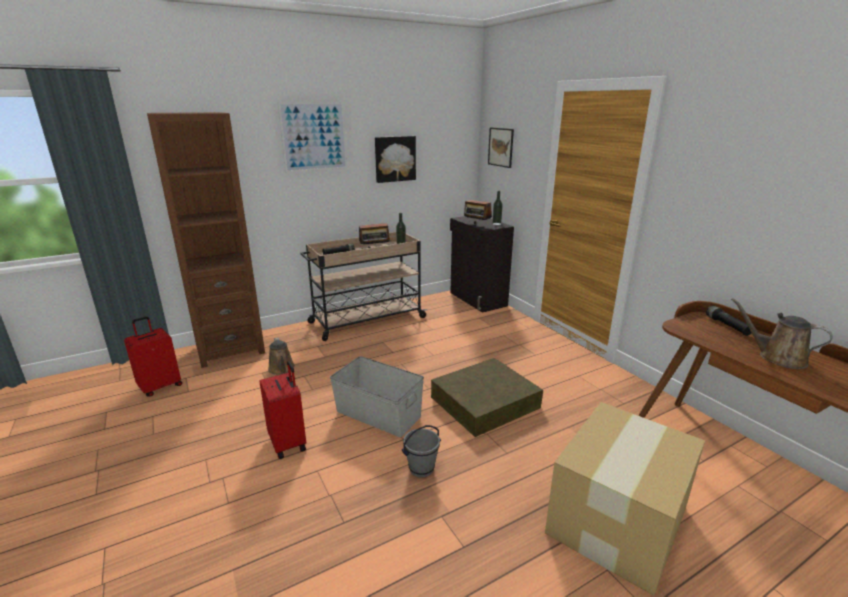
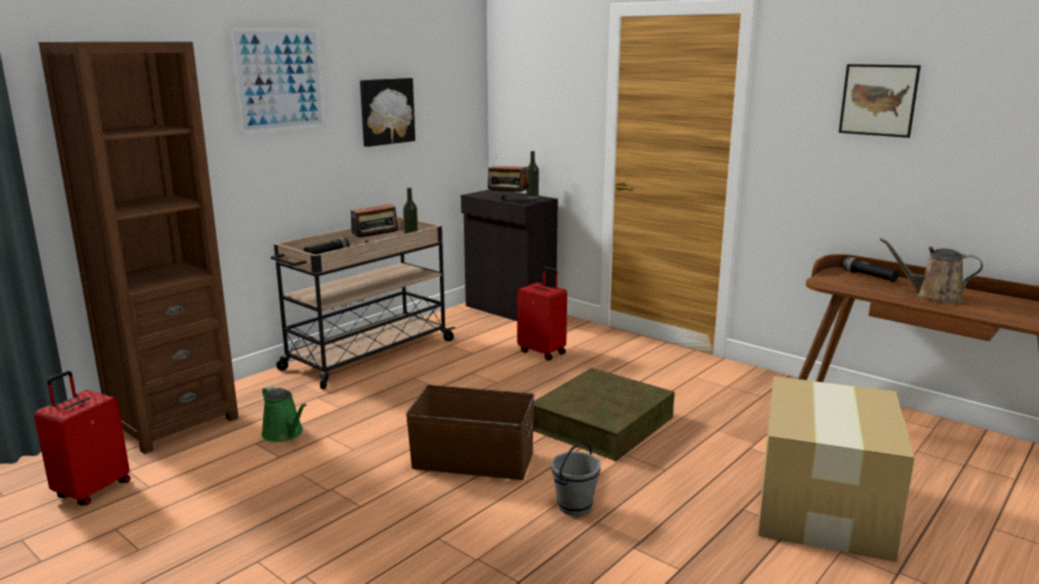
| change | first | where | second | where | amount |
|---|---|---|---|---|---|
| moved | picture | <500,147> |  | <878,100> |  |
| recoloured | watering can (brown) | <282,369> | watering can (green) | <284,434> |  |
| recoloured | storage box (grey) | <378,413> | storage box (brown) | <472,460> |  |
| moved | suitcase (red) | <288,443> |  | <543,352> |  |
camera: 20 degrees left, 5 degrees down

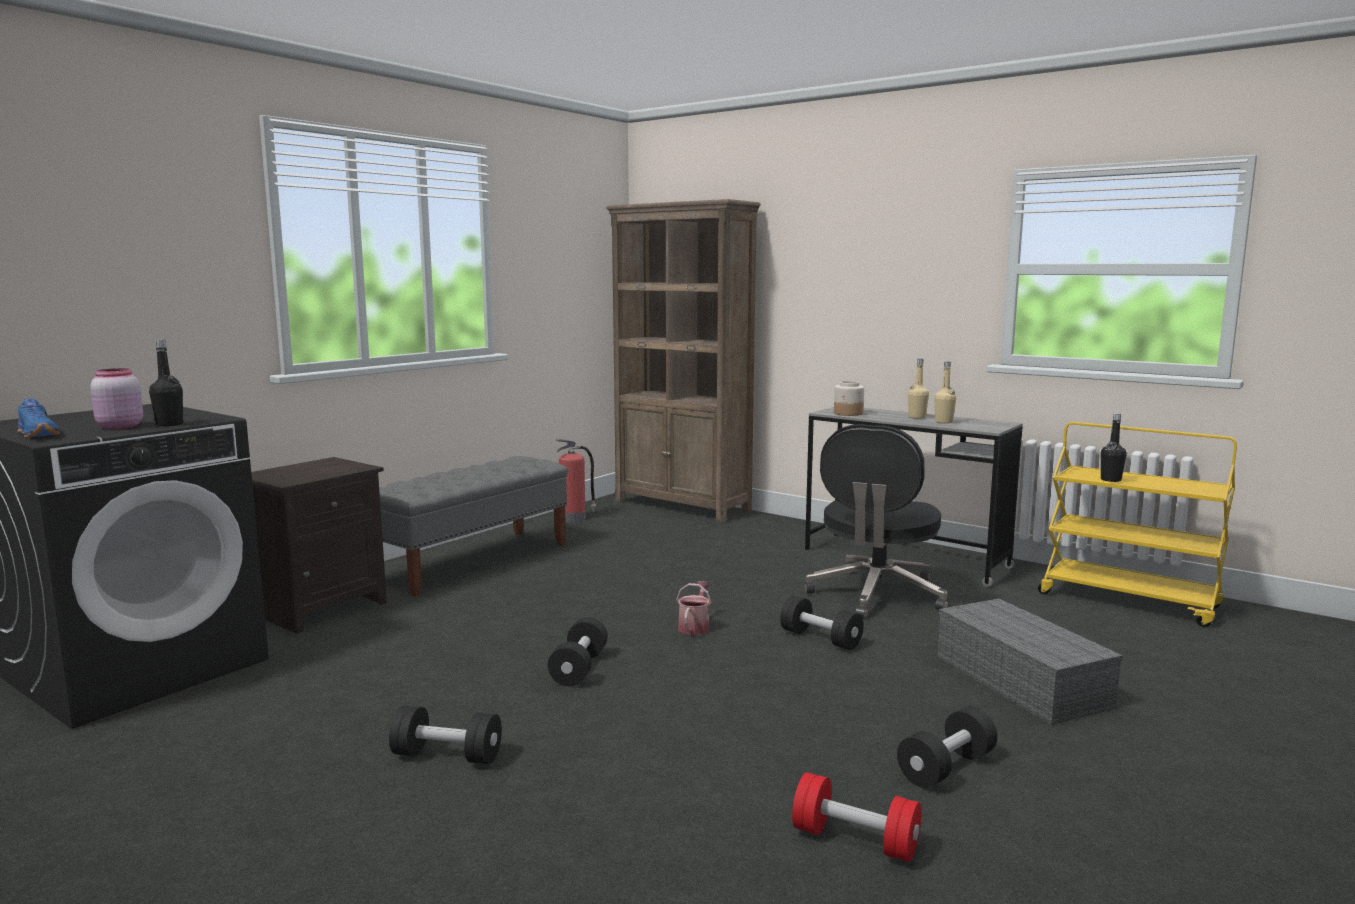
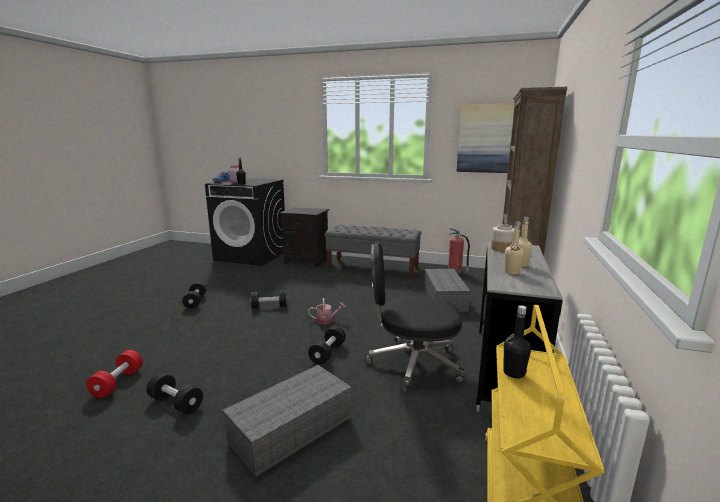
| change | first | where | second | where | amount |
|---|---|---|---|---|---|
| added |  |  | picture | <487,138> |  |
| added |  |  | storage box (grey) | <445,299> |  |
camera: 70 degrees right, 5 degrees up

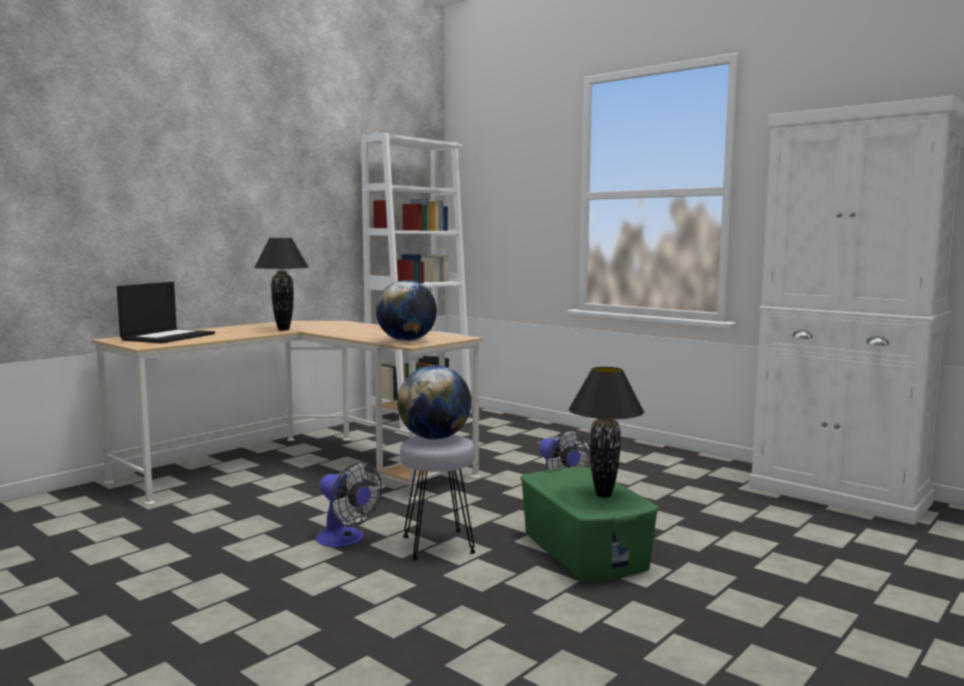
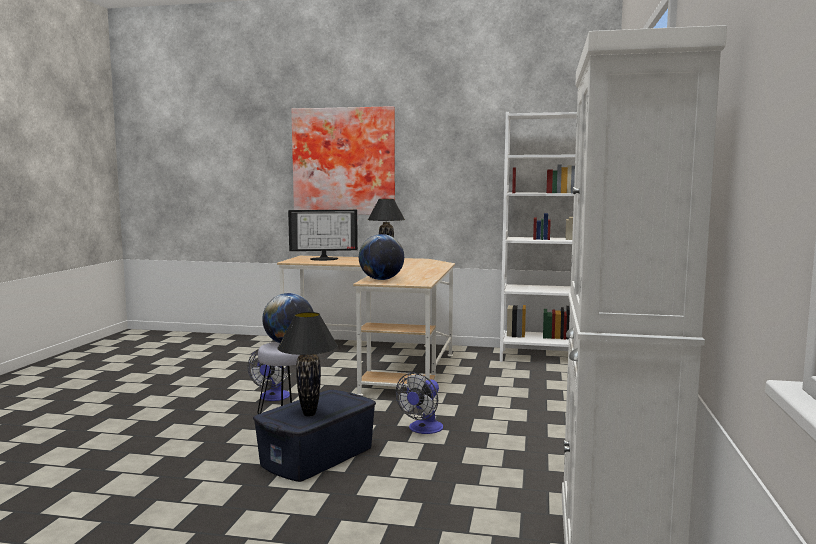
| change | first | where | second | where | amount |
|---|---|---|---|---|---|
| replaced | laptop | <168,337> | monitor | <324,258> |  |
| recoloured | storage box (green) | <584,550> | storage box (blue) | <318,456> |  |
| added |  |  | picture | <344,161> |  |
camera: 60 degrees right, 0 degrees up

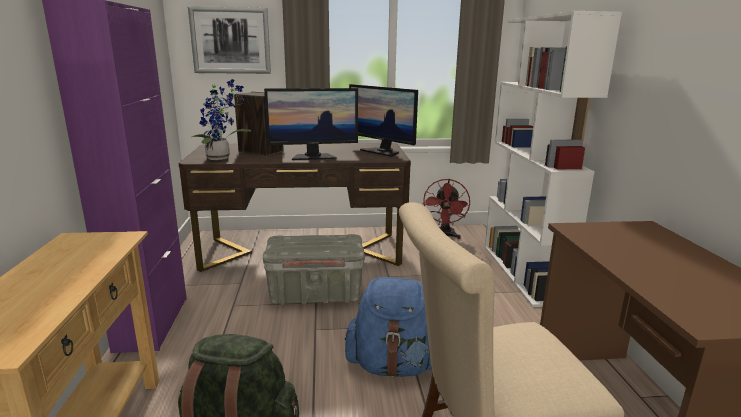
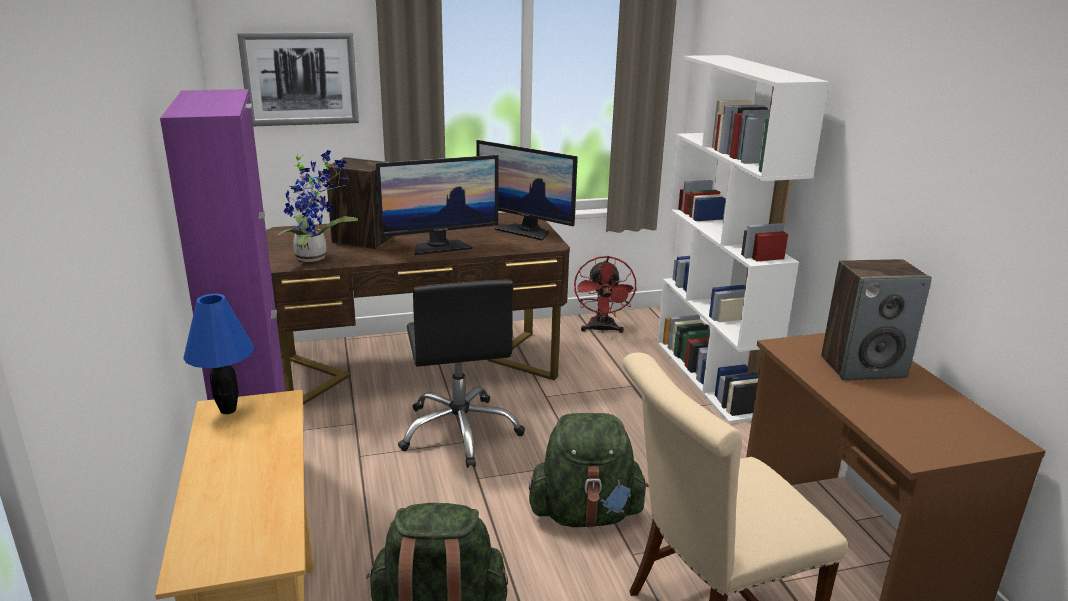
| change | first | where | second | where | amount |
|---|---|---|---|---|---|
| replaced | storage box (grey) | <315,295> | office chair (black) | <460,431> |  |
| recoloured | backpack (blue) | <393,366> | backpack (green) | <586,514> |  |
| added |  |  | speaker | <863,367> |  |
| added |  |  | table lamp (blue) | <229,410> |  |
camera: 10 degrees left, 5 degrees up

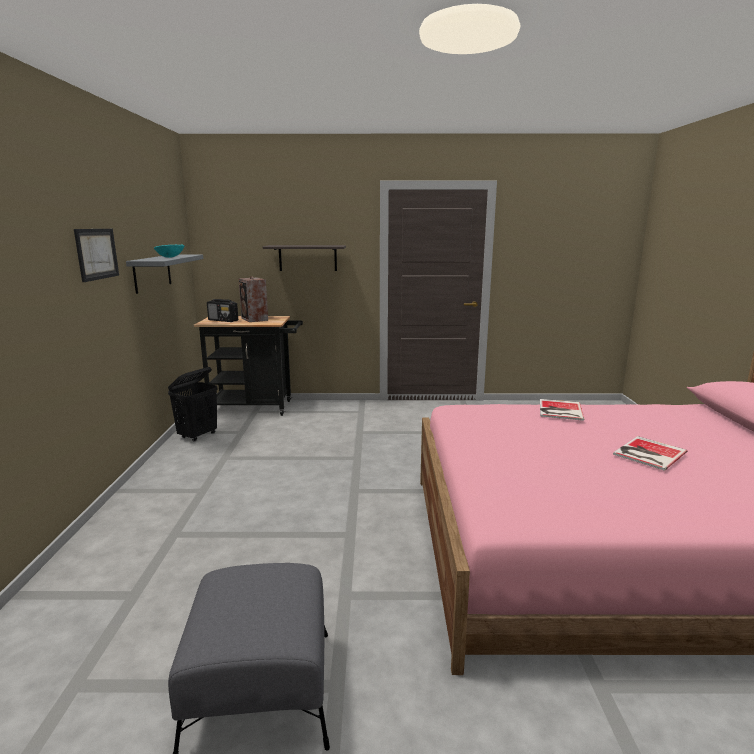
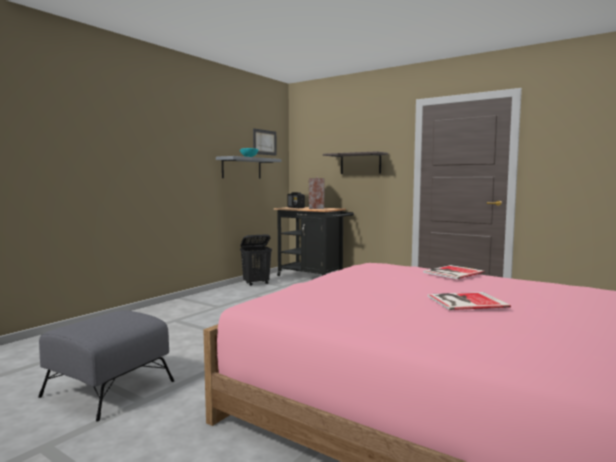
| change | first | where | second | where | amount |
|---|---|---|---|---|---|
| moved | picture | <96,254> |  | <264,142> |  |
camera: 35 degrees right, 10 degrees down

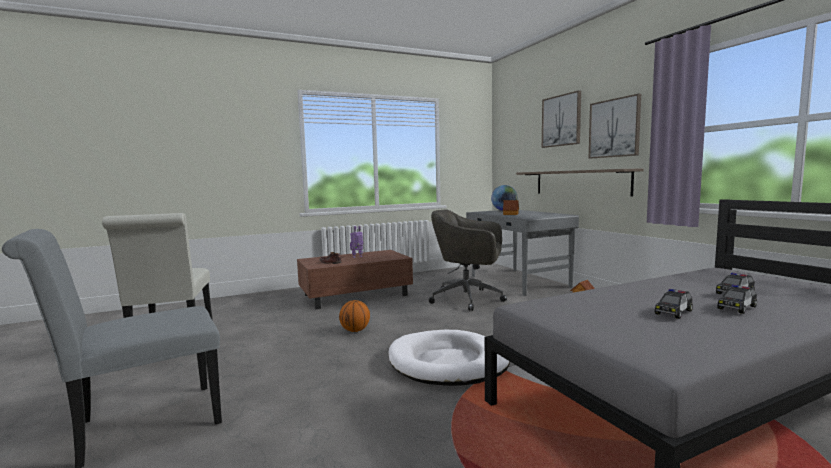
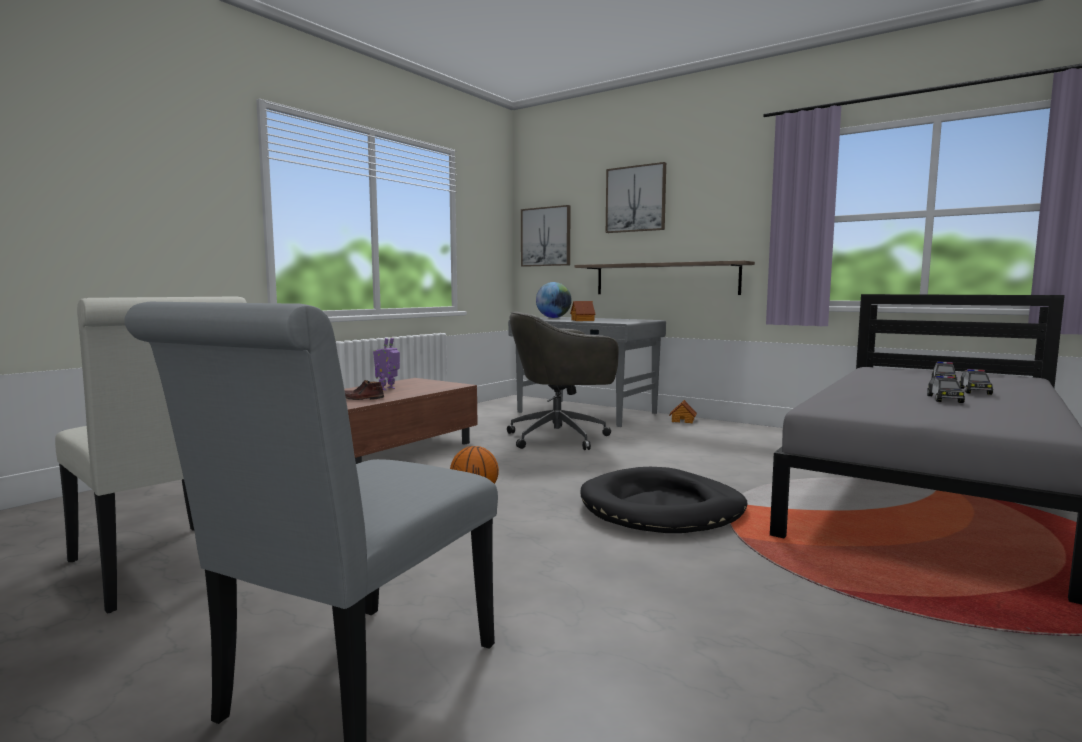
| change | first | where | second | where | amount |
|---|---|---|---|---|---|
| moved | picture | <614,128> |  | <546,236> |  |
| recoloured | dog bed (white) | <447,363> | dog bed (black) | <662,508> |  |
camera: 30 degrees left, 0 degrees up

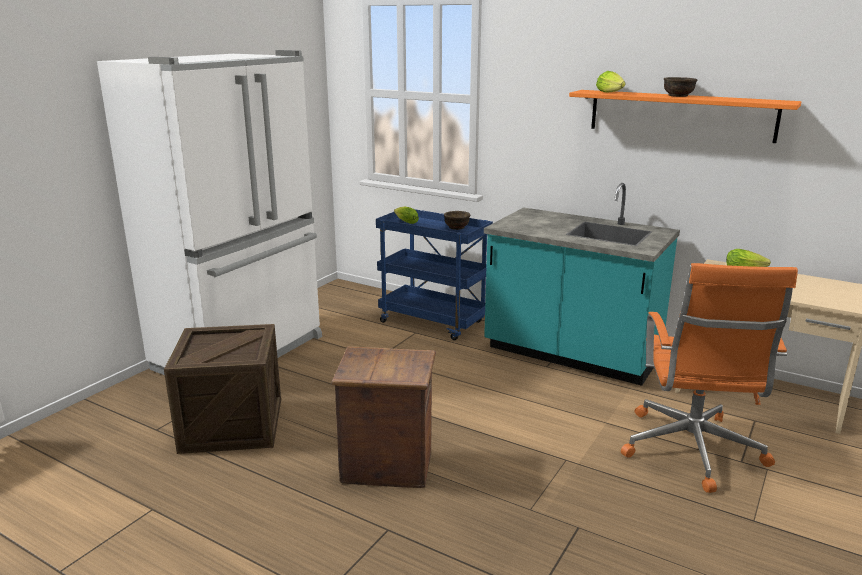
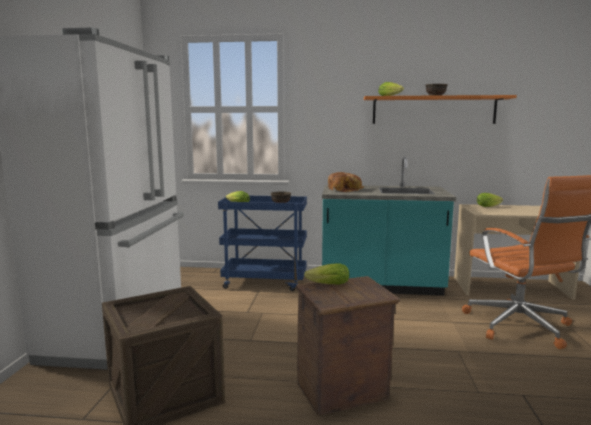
| change | first | where | second | where | amount |
|---|---|---|---|---|---|
| added |  |  | bread | <345,189> |  |
| added |  |  | lettuce | <326,285> |  |
camera: 25 degrees left, 10 degrees down

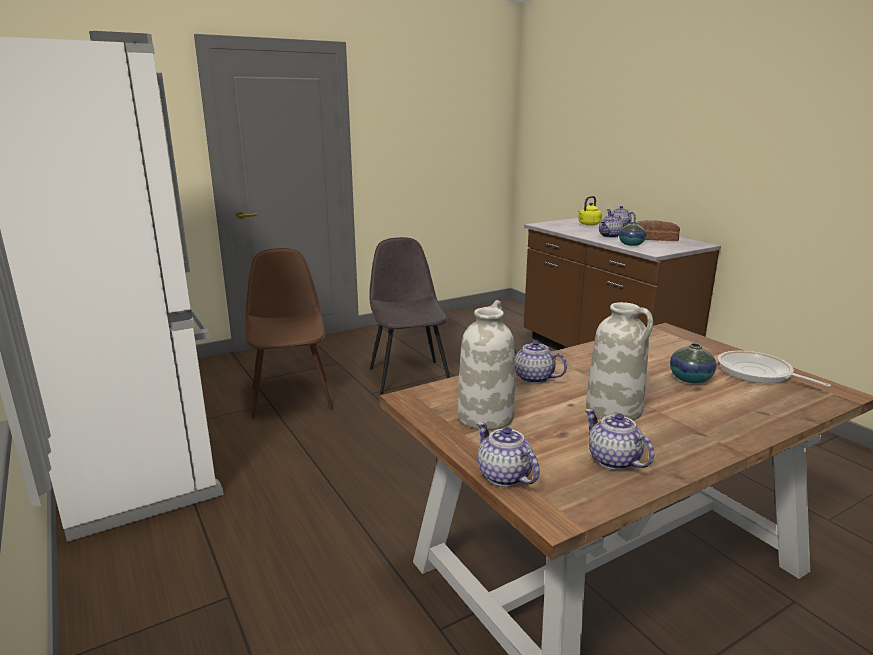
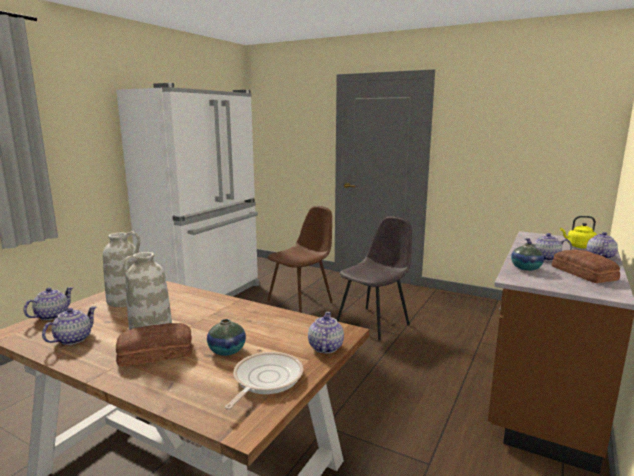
| change | first | where | second | where | amount |
|---|---|---|---|---|---|
| moved | teapot | <533,378> |  | <325,347> |  |
| added |  |  | bread | <155,352> |  |
camera: 60 degrees right, 5 degrees down

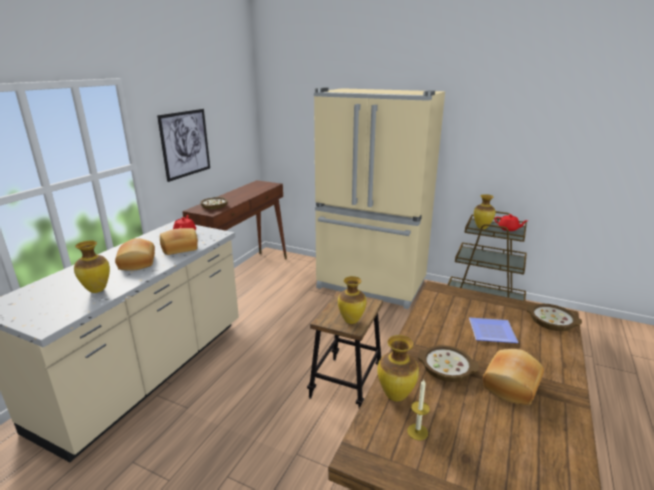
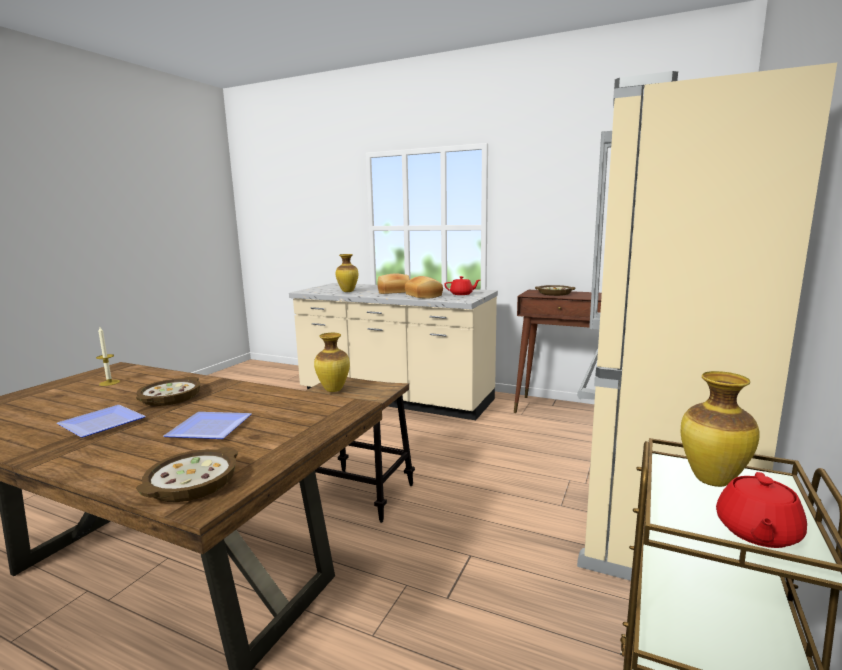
| change | first | where | second | where | amount |
|---|---|---|---|---|---|
| removed | picture | <185,144> |  |  |  |
| removed | vase | <396,395> |  |  |  |
| replaced | bread | <509,384> | plate | <105,423> |  |
camera: 90 degrees right, 10 degrees down

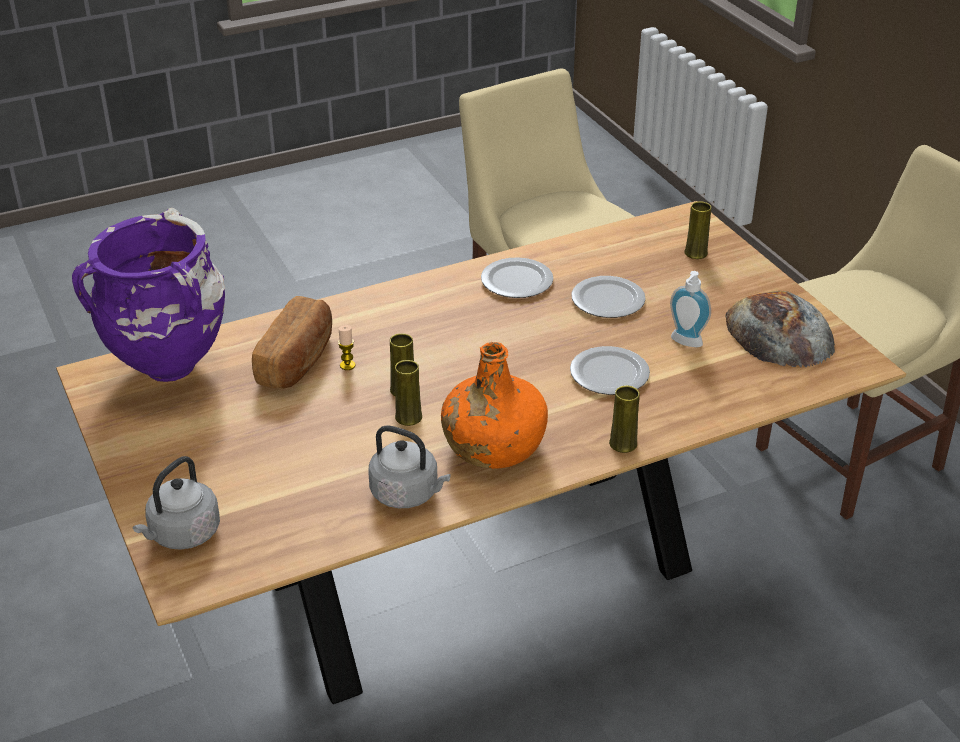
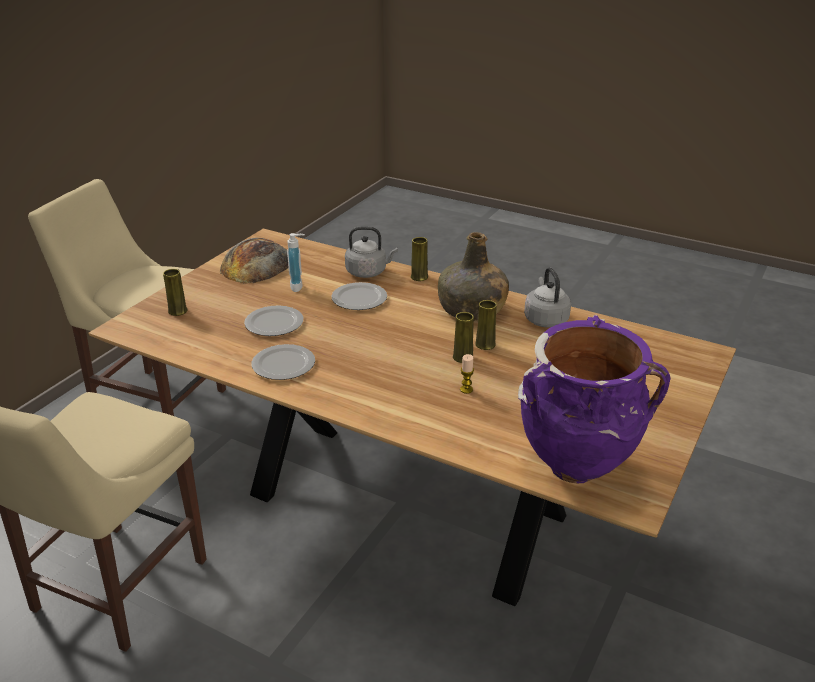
| change | first | where | second | where | amount |
|---|---|---|---|---|---|
| removed | bread | <298,361> |  |  |  |
| recoloured | bottle (orange) | <493,446> | bottle (green) | <471,310> |  |
| moved | kettle (grey) | <182,535> |  | <368,272> |  |
camera: 125 degrees left, 5 degrees down

